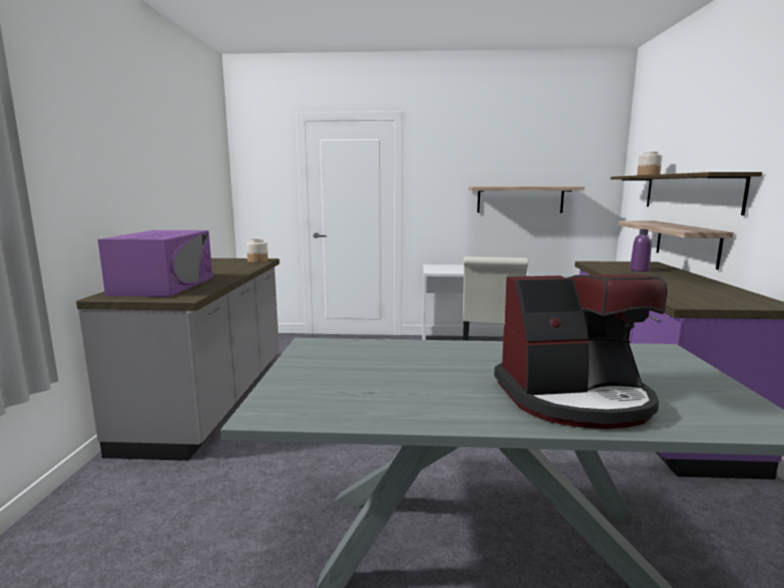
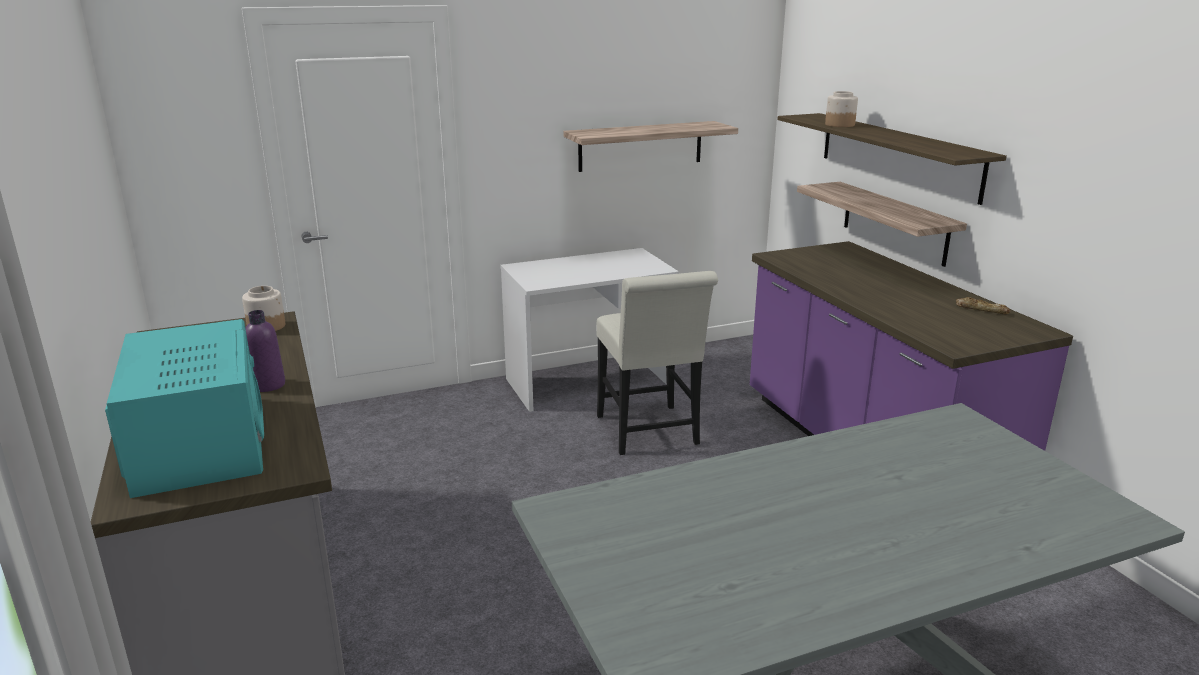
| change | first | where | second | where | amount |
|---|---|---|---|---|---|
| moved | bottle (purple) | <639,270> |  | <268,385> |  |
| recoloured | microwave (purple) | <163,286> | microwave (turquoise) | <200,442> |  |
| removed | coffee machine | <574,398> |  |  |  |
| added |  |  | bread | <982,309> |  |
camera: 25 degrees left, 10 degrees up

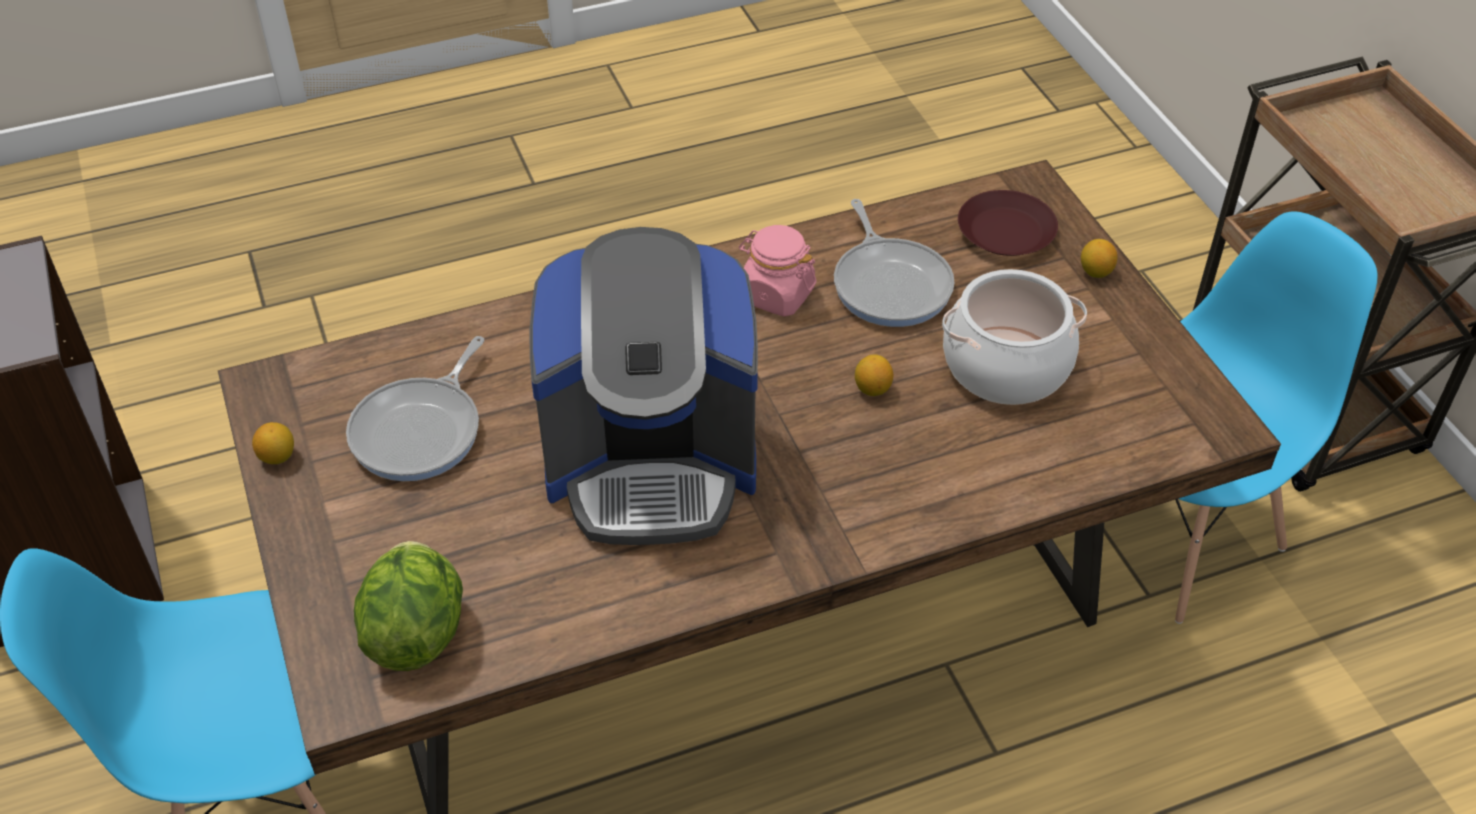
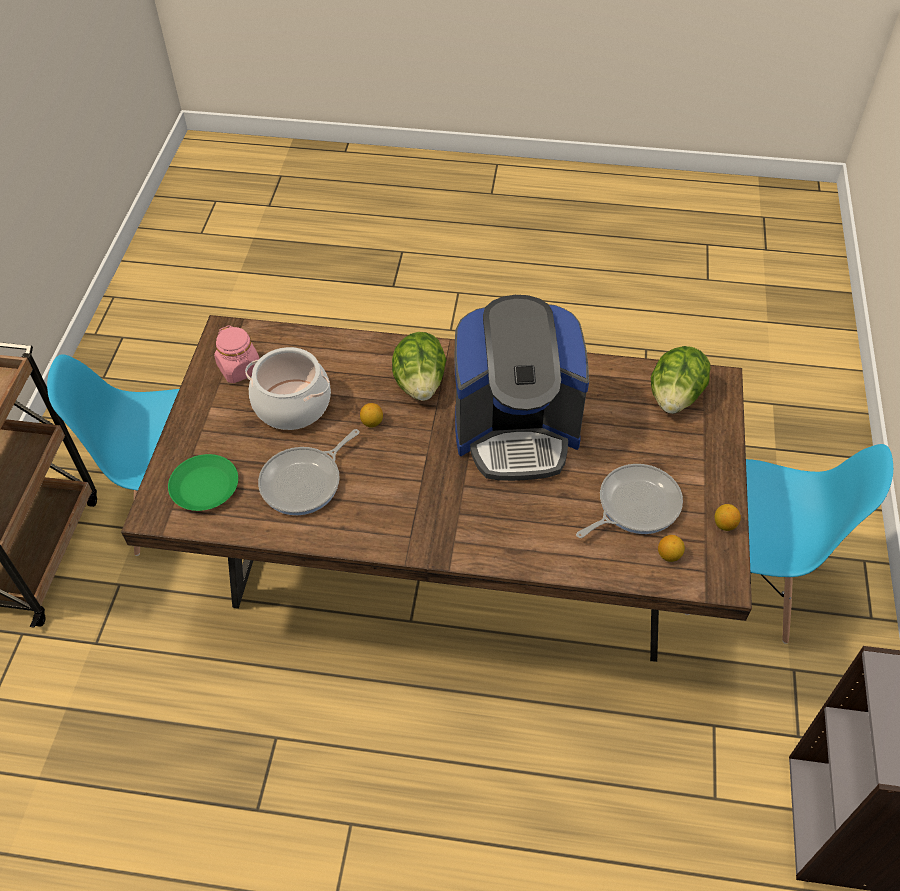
| change | first | where | second | where | amount |
|---|---|---|---|---|---|
| recoloured | plate (brown) | <1005,232> | plate (green) | <205,487> |  |
| turned | frying pan | <890,284> |  | <305,482> | 150 degrees counterclockwise |
| moved | jar (pink) | <776,295> |  | <240,368> |  |
| turned | coffee machine | <652,463> |  | <516,431> | 150 degrees clockwise |
| moved | lemon | <1095,272> |  | <669,555> |  |
| added |  |  | lettuce | <420,384> |  |
camera: 150 degrees left, 5 degrees up

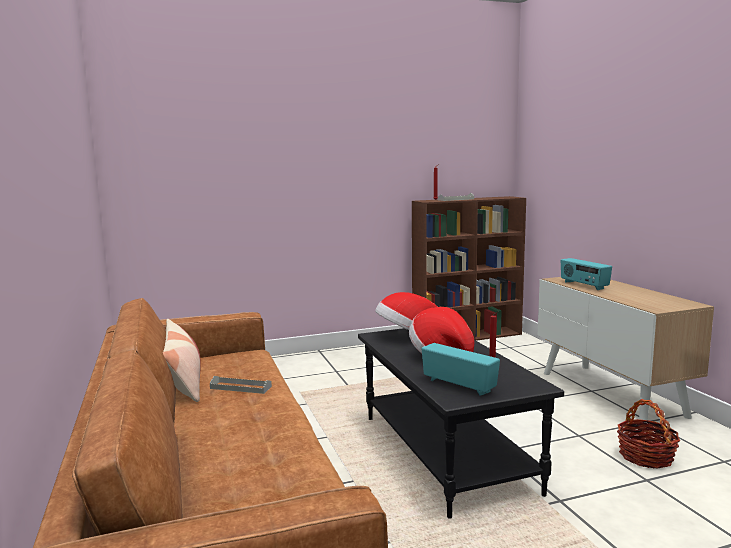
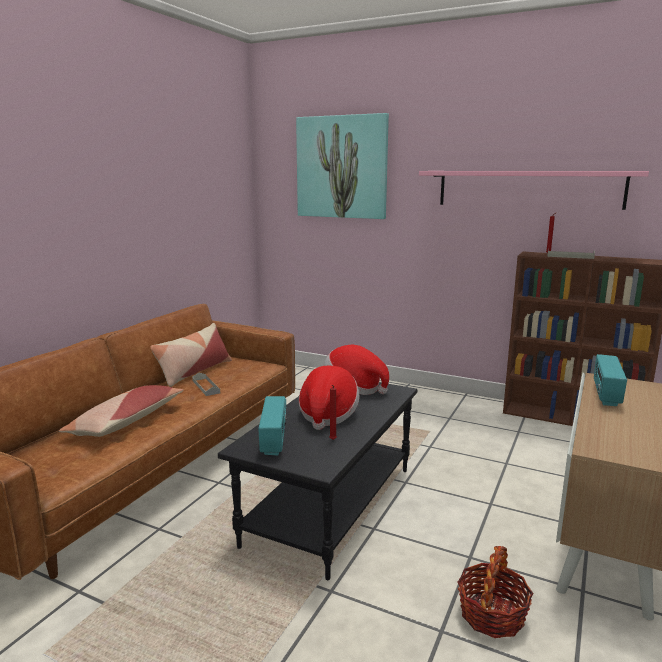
| change | first | where | second | where | amount |
|---|---|---|---|---|---|
| added |  |  | picture | <342,167> |  |
| added |  |  | shelf (pink) | <528,189> |  |
| added |  |  | pillow | <126,422> |  |
camera: 45 degrees right, 5 degrees up

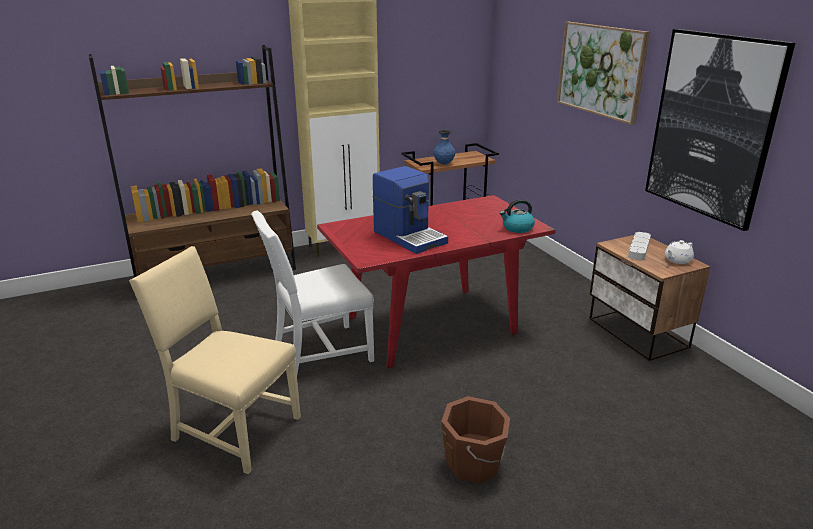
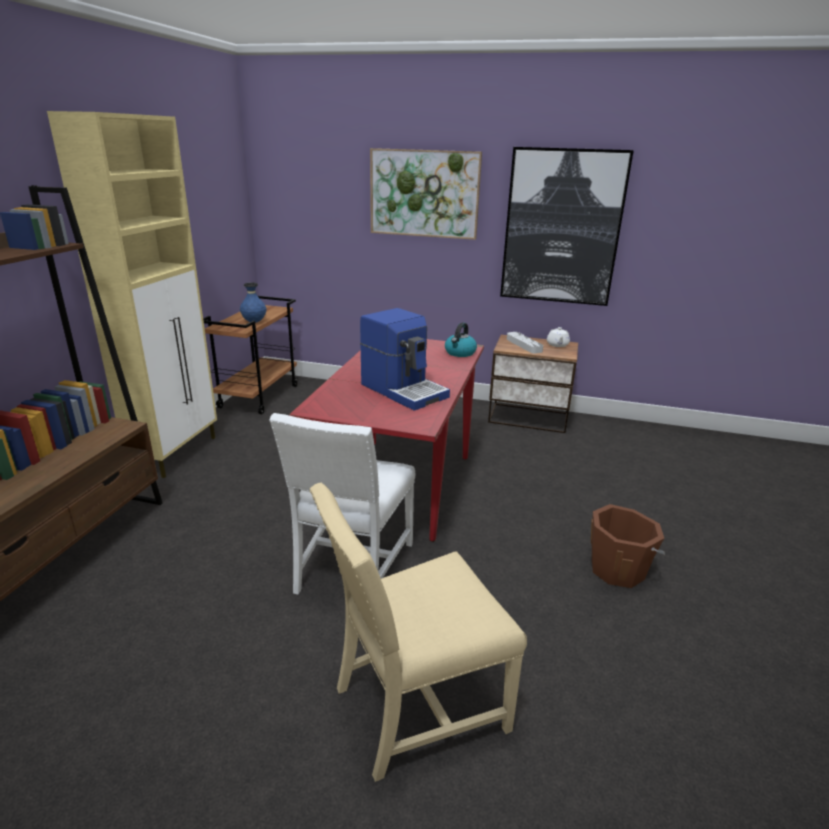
| change | first | where | second | where | amount |
|---|---|---|---|---|---|
| turned | coffee machine | <410,237> |  | <404,390> | 45 degrees clockwise |
camera: 50 degrees left, 0 degrees up

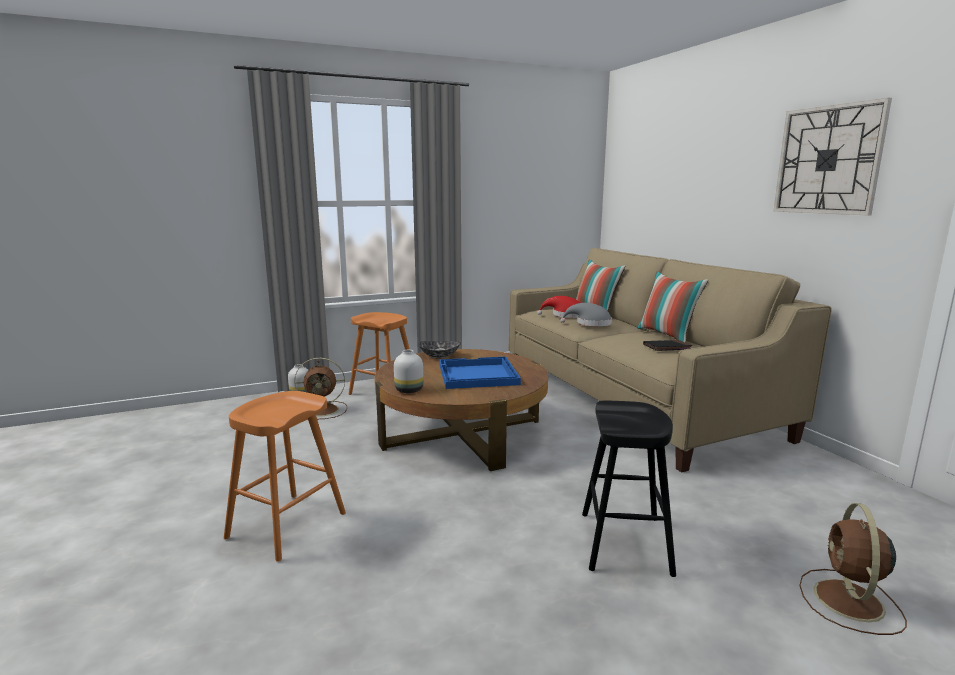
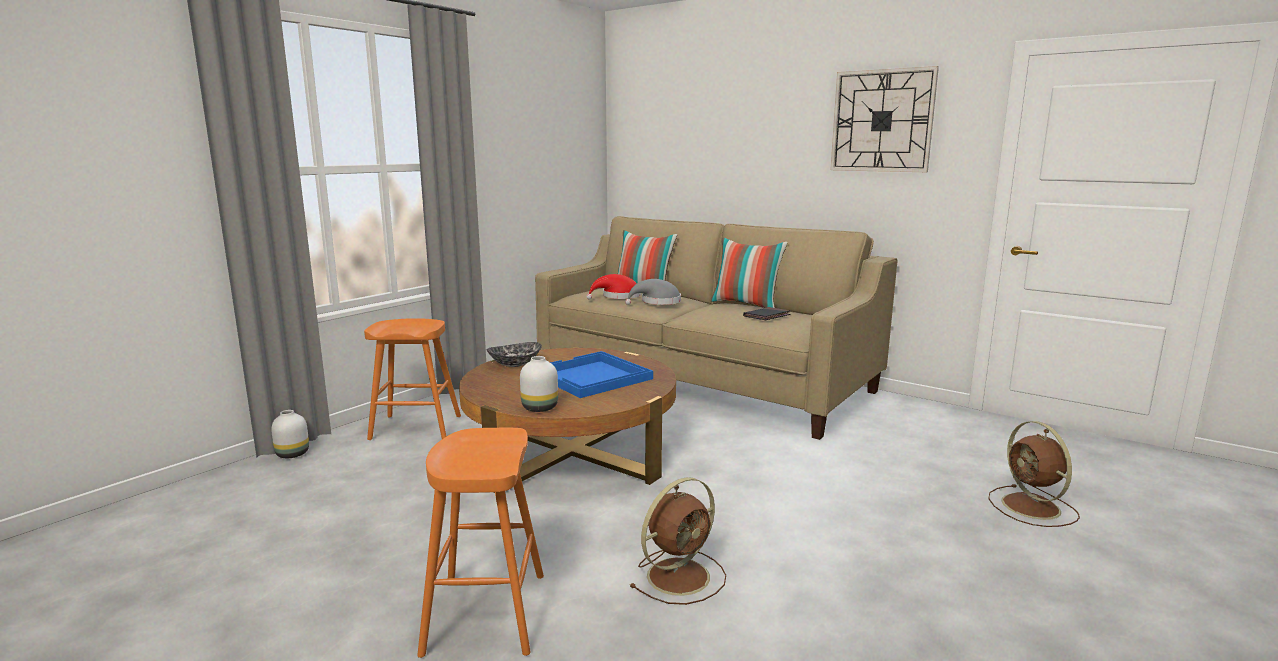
| change | first | where | second | where | amount |
|---|---|---|---|---|---|
| moved | fan (brown) | <323,410> |  | <680,575> |  |
| removed | stool (black) | <625,542> |  |  |  |
camera: 30 degrees left, 0 degrees up

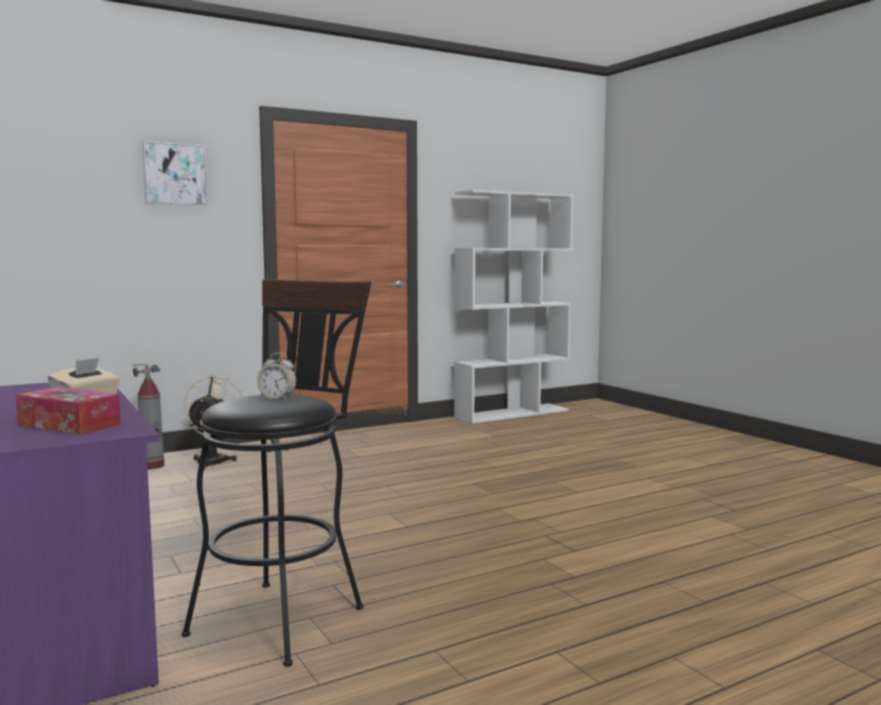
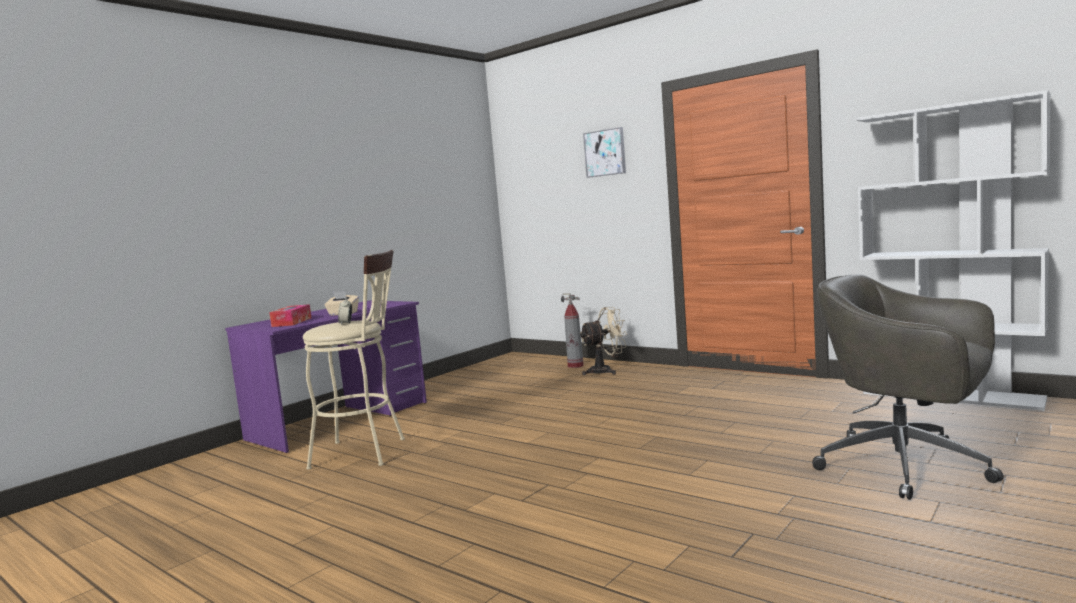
| change | first | where | second | where | amount |
|---|---|---|---|---|---|
| recoloured | stool (black) | <285,614> | stool (beige) | <366,452> |  |
| added |  |  | office chair (grey) | <907,467> |  |
camera: 70 degrees right, 0 degrees up

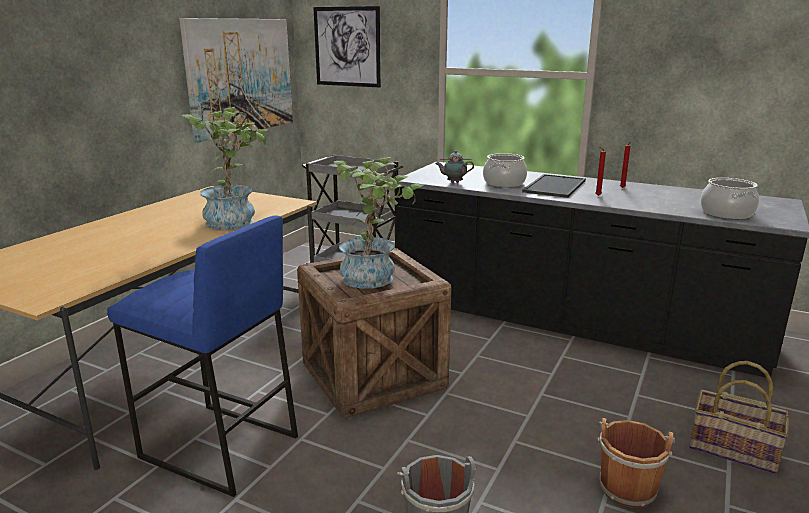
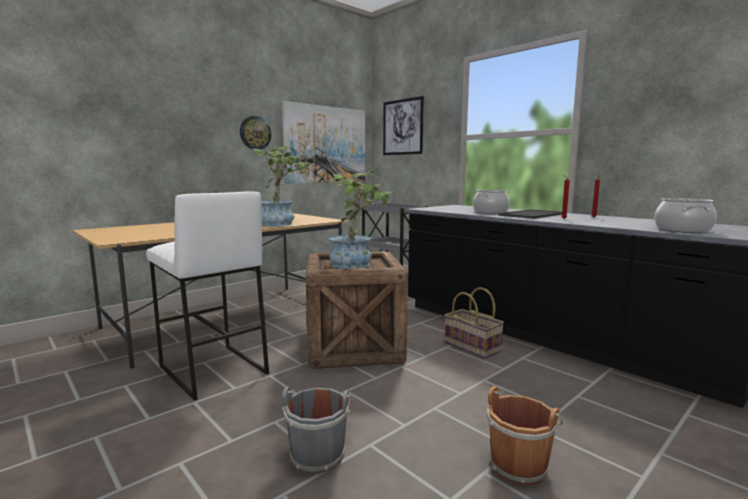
| change | first | where | second | where | amount |
|---|---|---|---|---|---|
| removed | teapot | <453,182> |  |  |  |
| recoloured | stool (blue) | <218,447> | stool (white) | <212,370> |  |
| moved | basket | <733,449> |  | <473,347> |  |
| added |  |  | wall clock | <255,133> |  |
camera: 20 degrees right, 10 degrees down

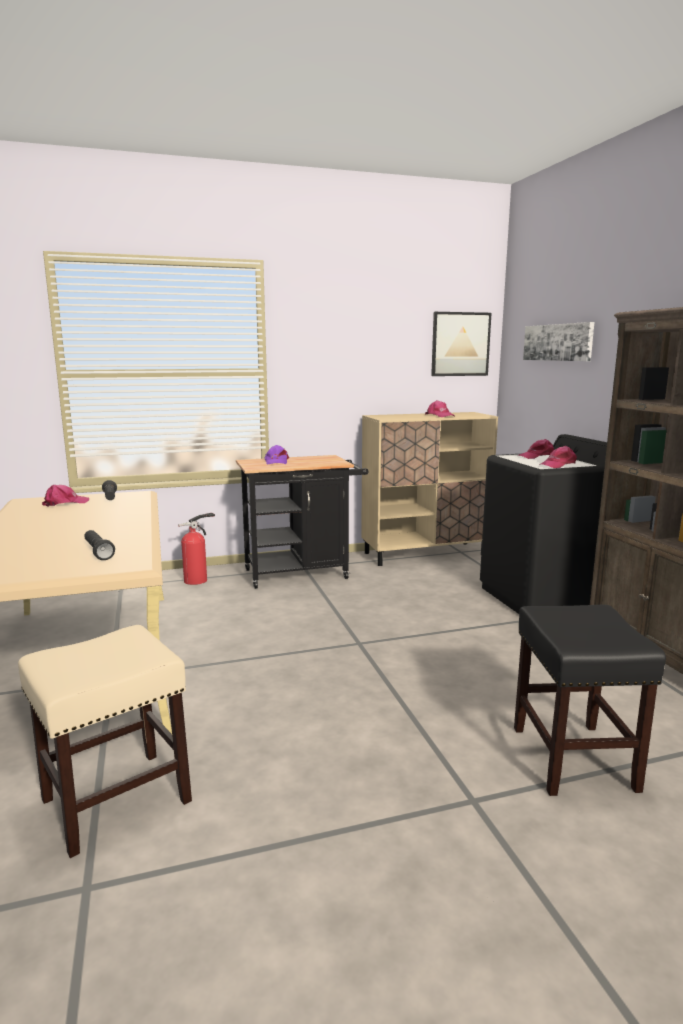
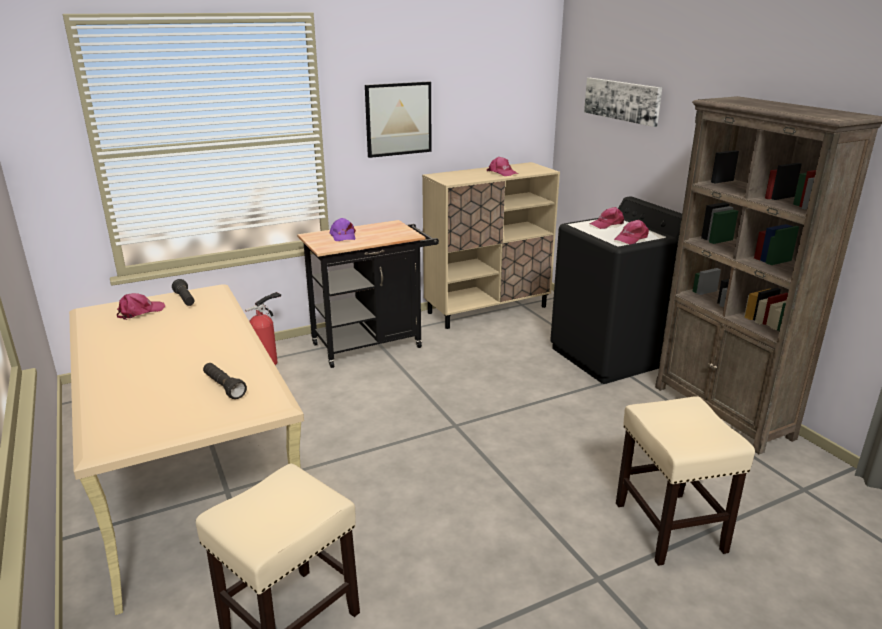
| change | first | where | second | where | amount |
|---|---|---|---|---|---|
| moved | picture | <460,344> |  | <398,119> |  |
| recoloured | stool (black) | <571,757> | stool (beige) | <668,526> |  |
camera: 10 degrees left, 10 degrees up

